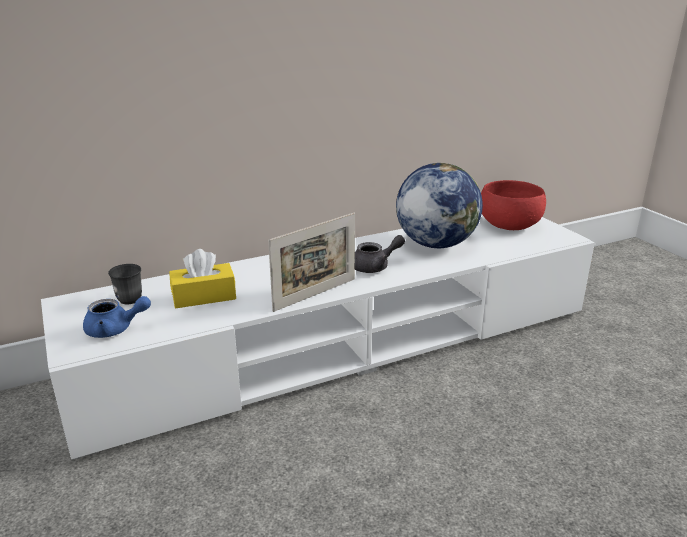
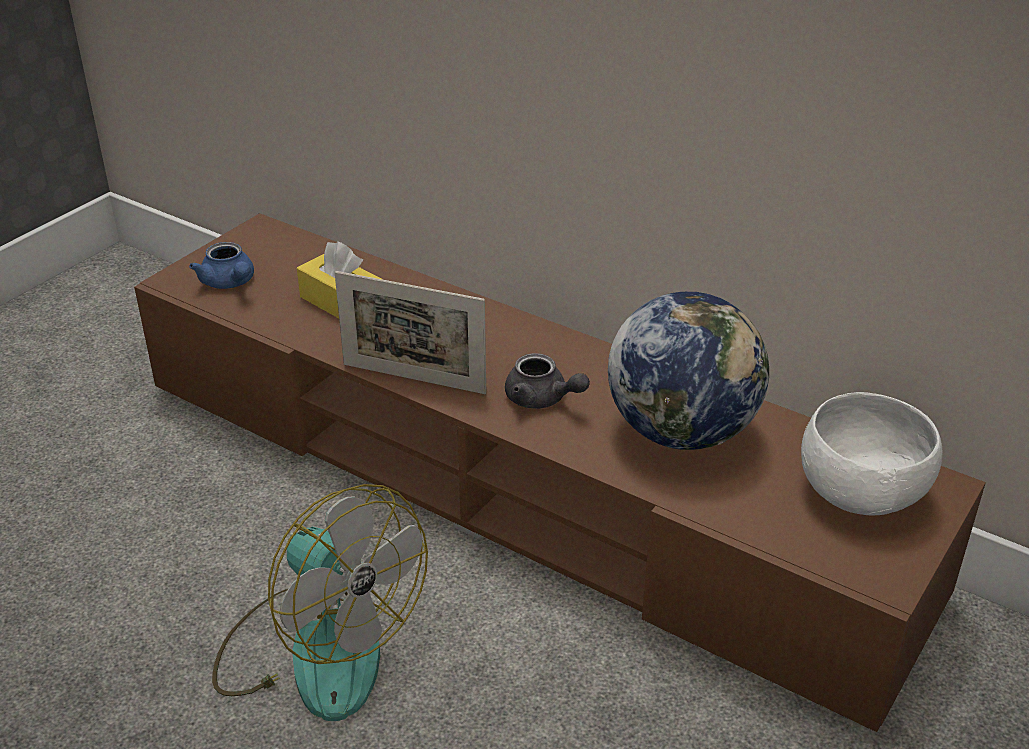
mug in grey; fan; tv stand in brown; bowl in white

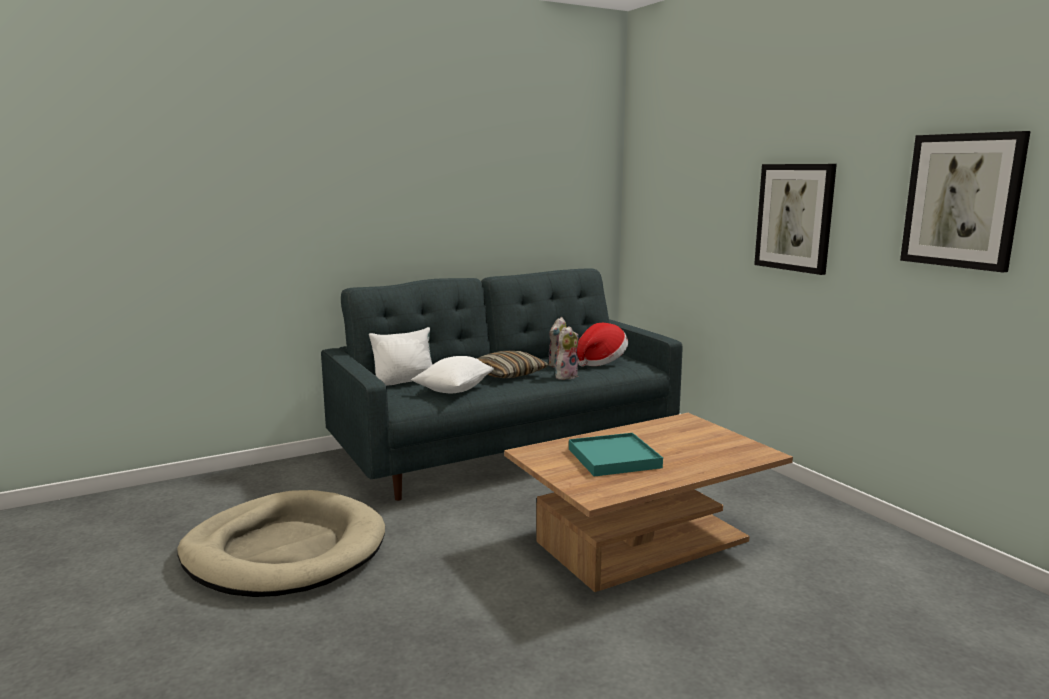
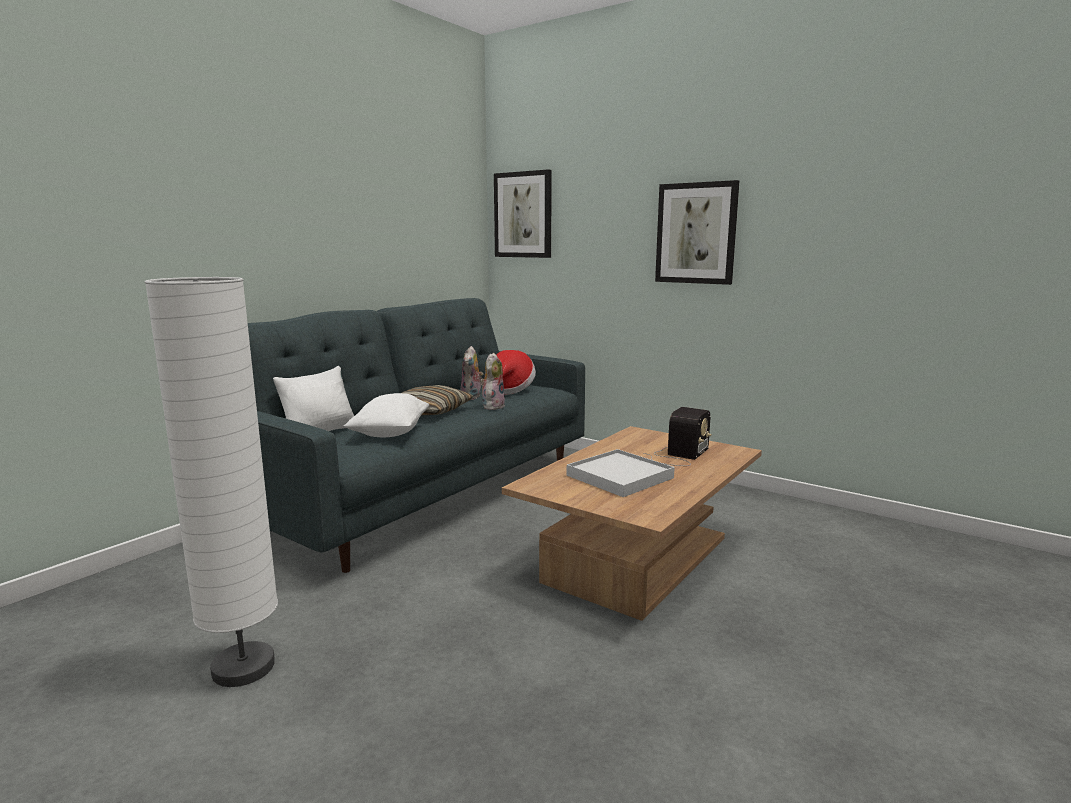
radio; picture (no. 1 from left); floor lamp in white; tray in white

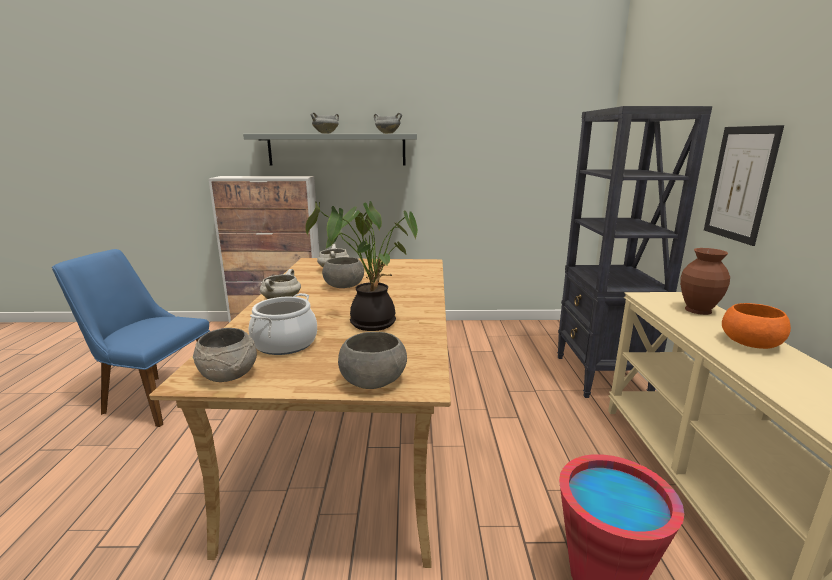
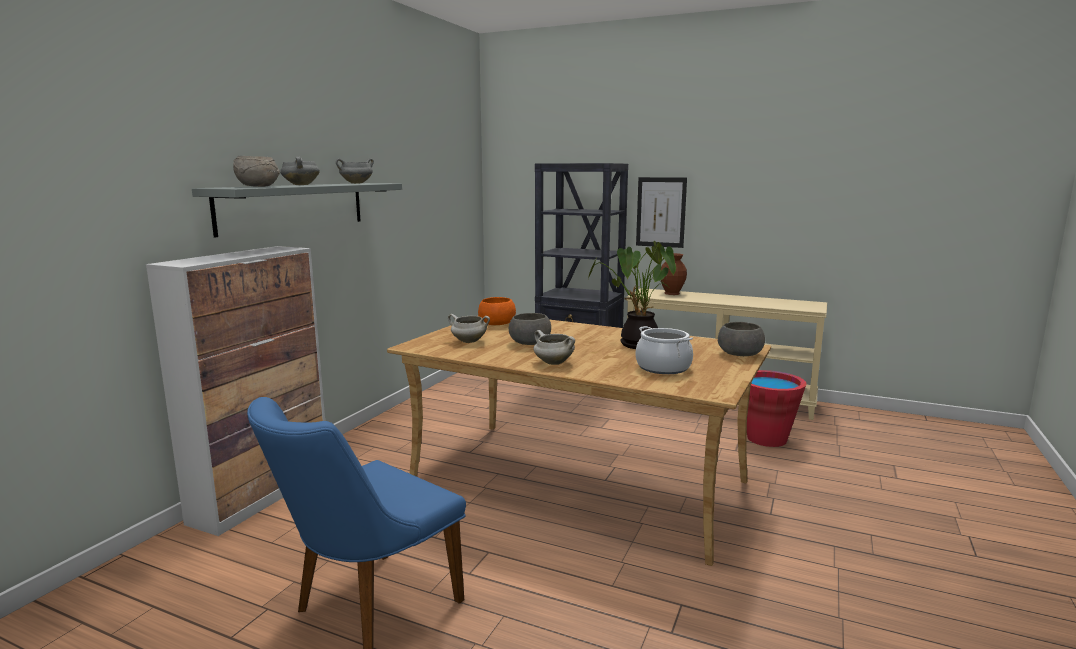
bowl in grey (no. 1 from left); bowl in orange

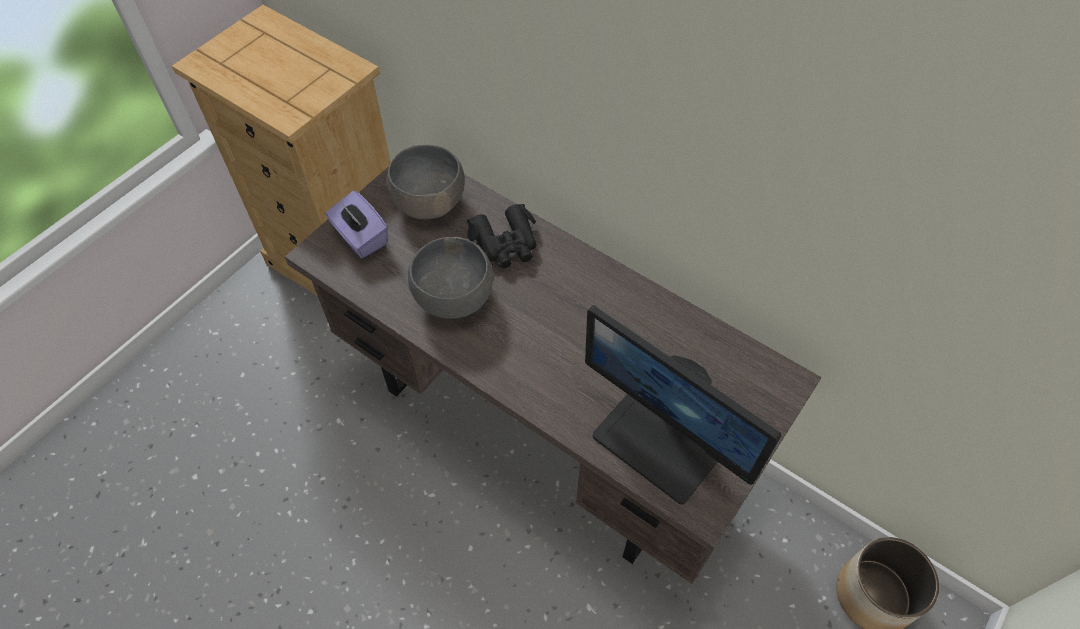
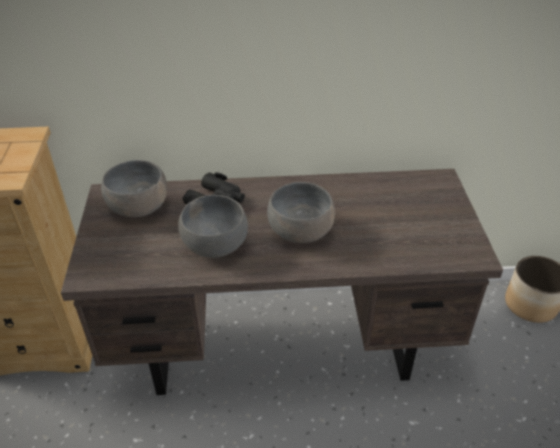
tissue box in purple; monitor; bowl in grey (no. 3 from left)

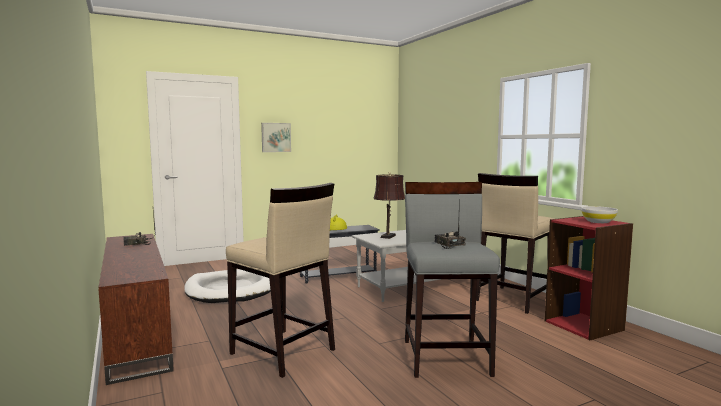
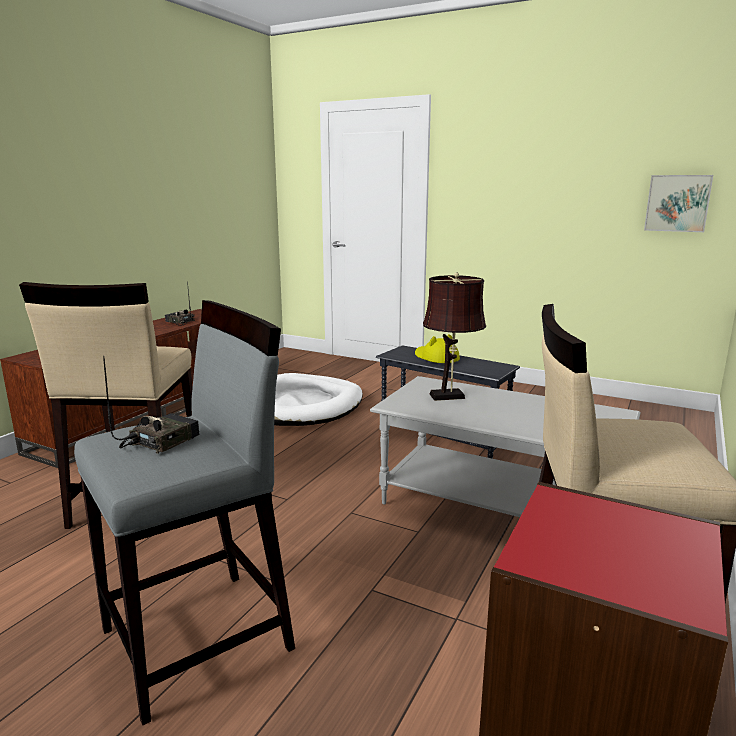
bowl in white; picture

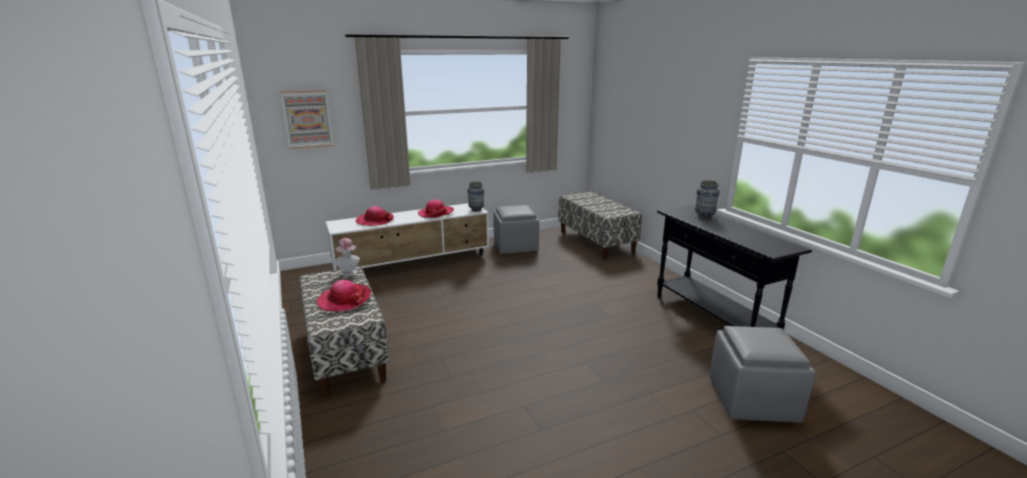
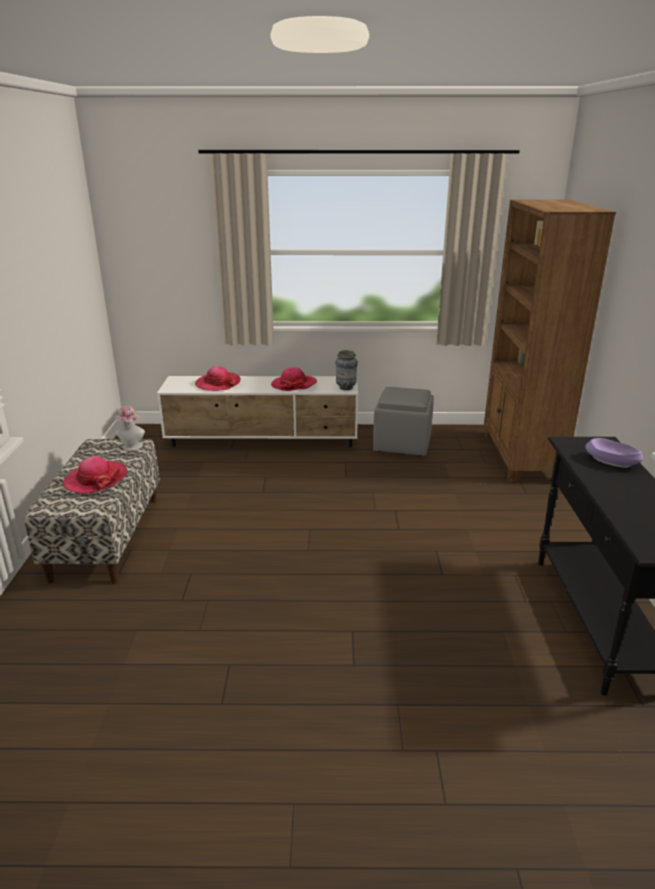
picture; ottoman in grey (no. 2 from left in the first image); bookcase in brown; bowl in purple

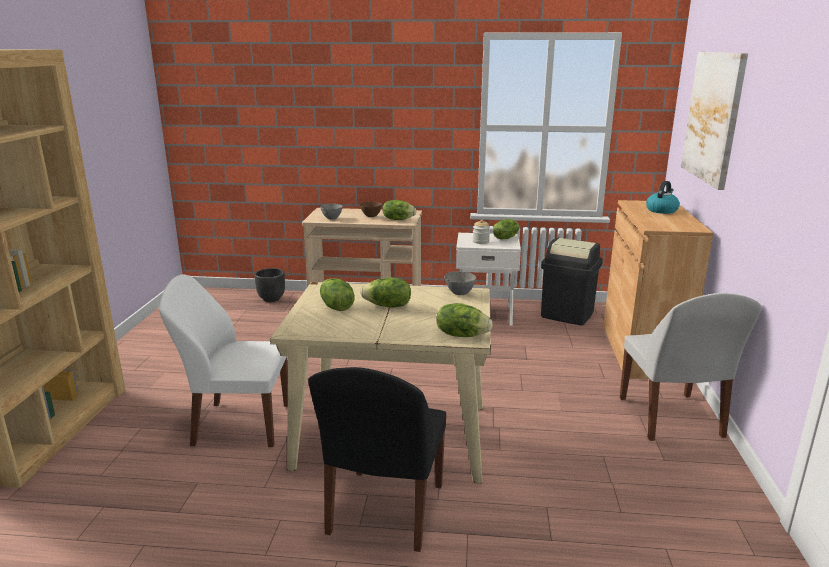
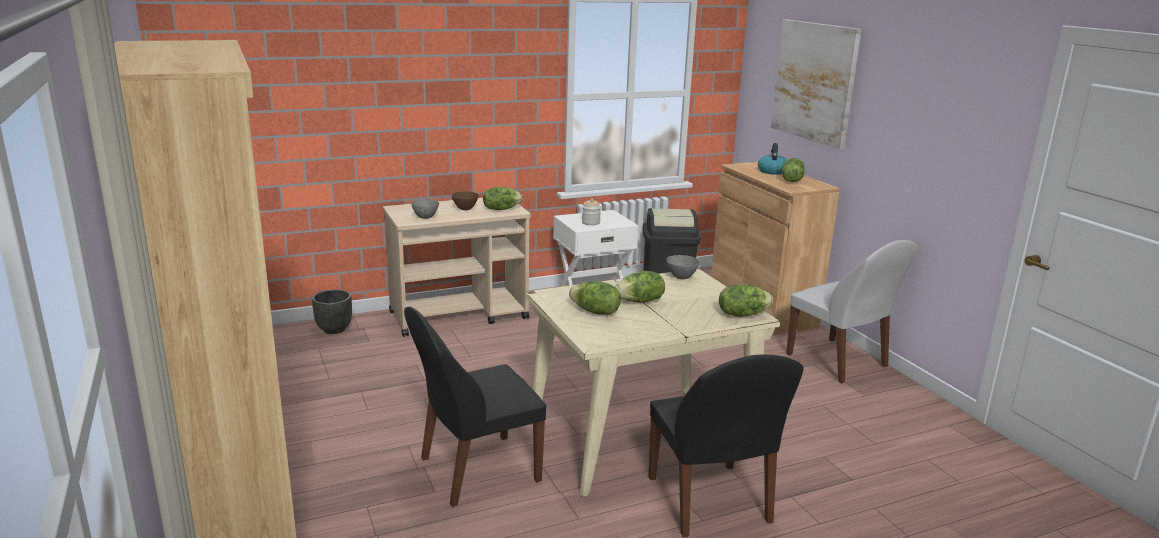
lettuce (no. 5 from left); chair in black (no. 1 from left)

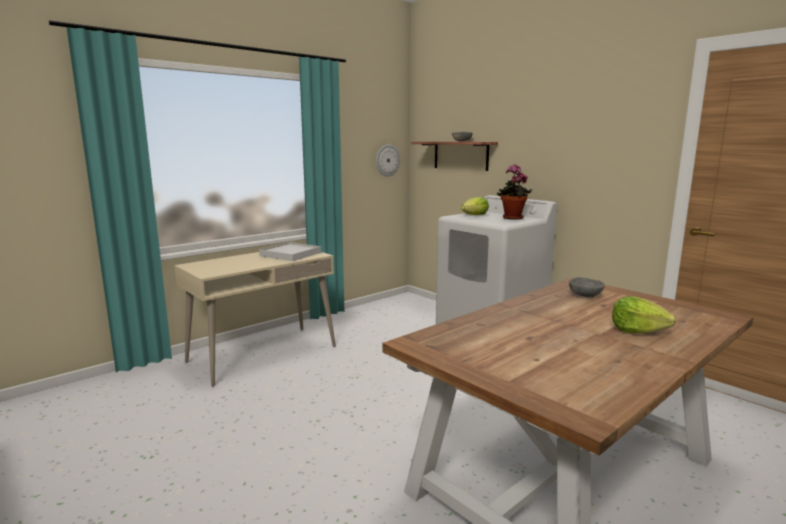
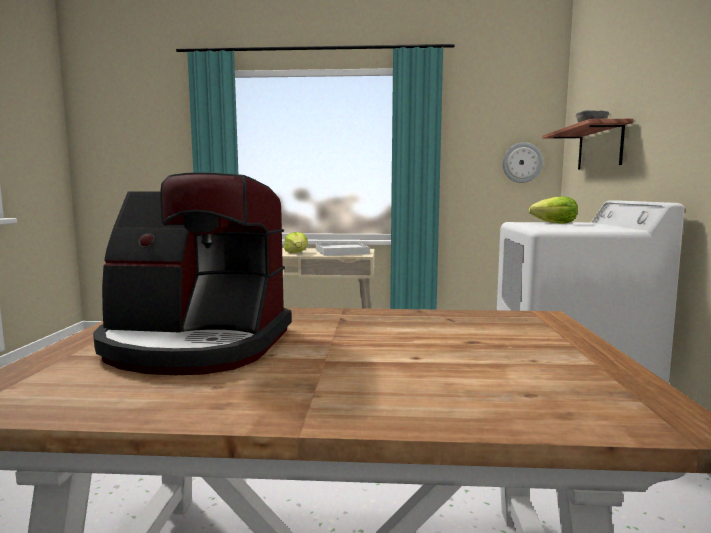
potted plant; bowl in grey (no. 2 from left in the first image); coffee machine; lettuce (no. 1 from left)

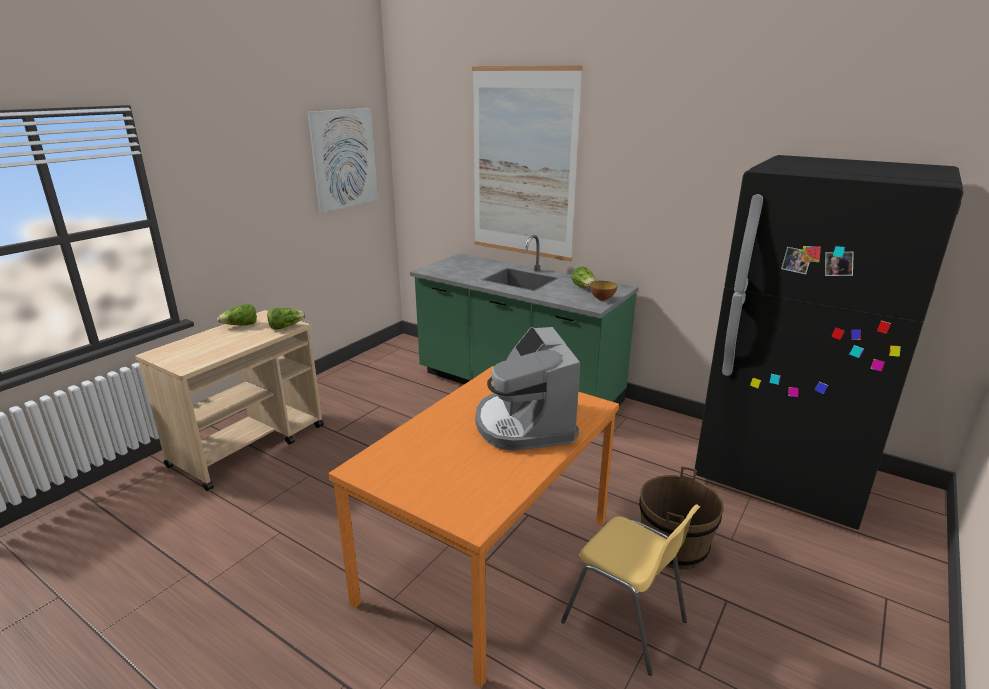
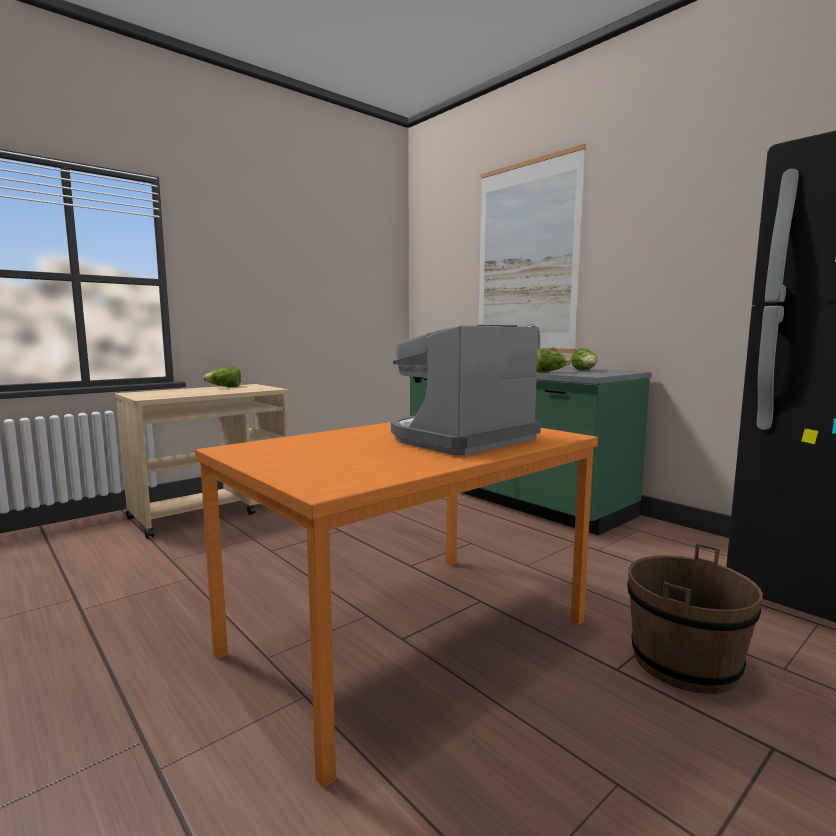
picture (no. 1 from left in the first image); chair in yellow; bowl; lettuce (no. 2 from left); coffee machine

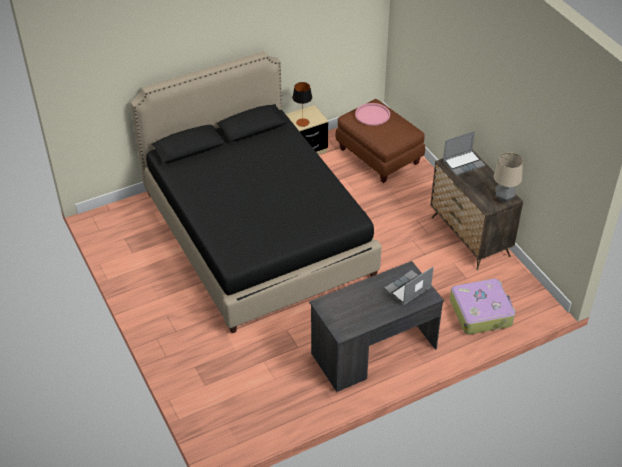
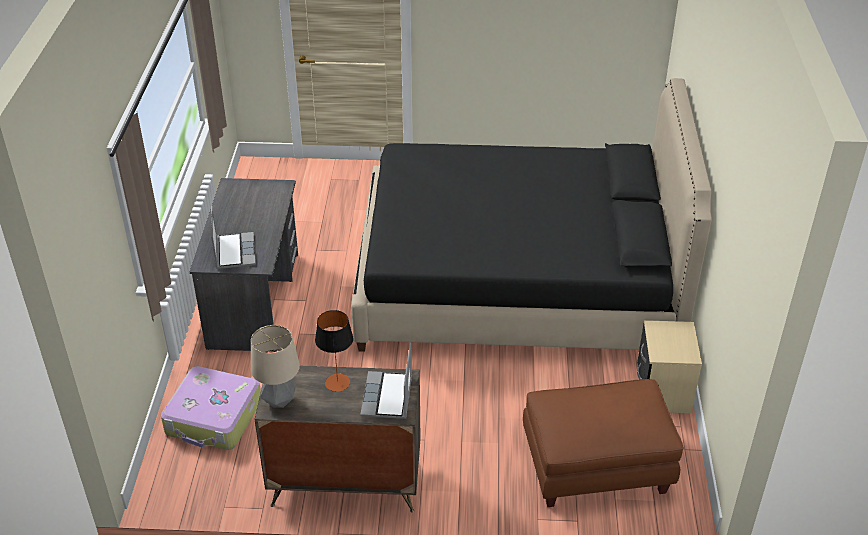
tray in pink; table lamp (no. 2 from left)

